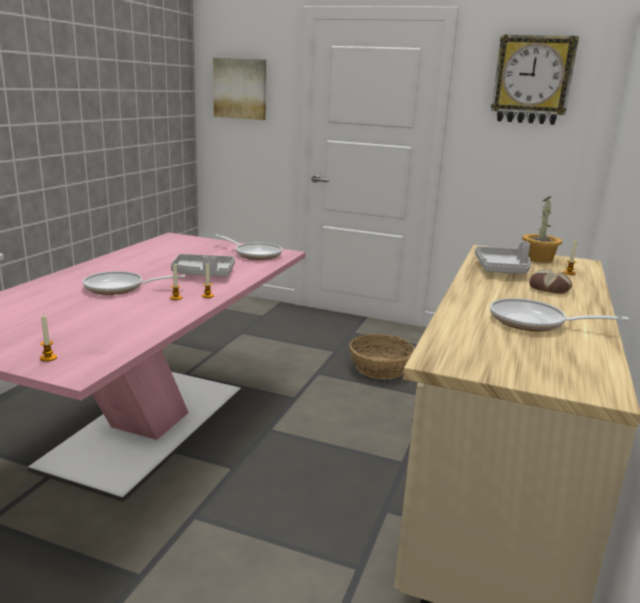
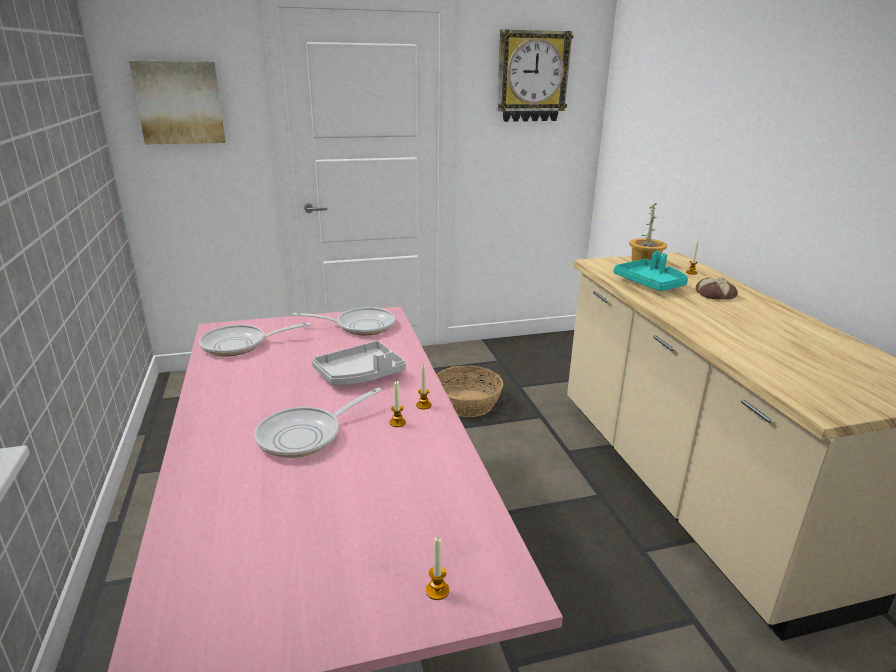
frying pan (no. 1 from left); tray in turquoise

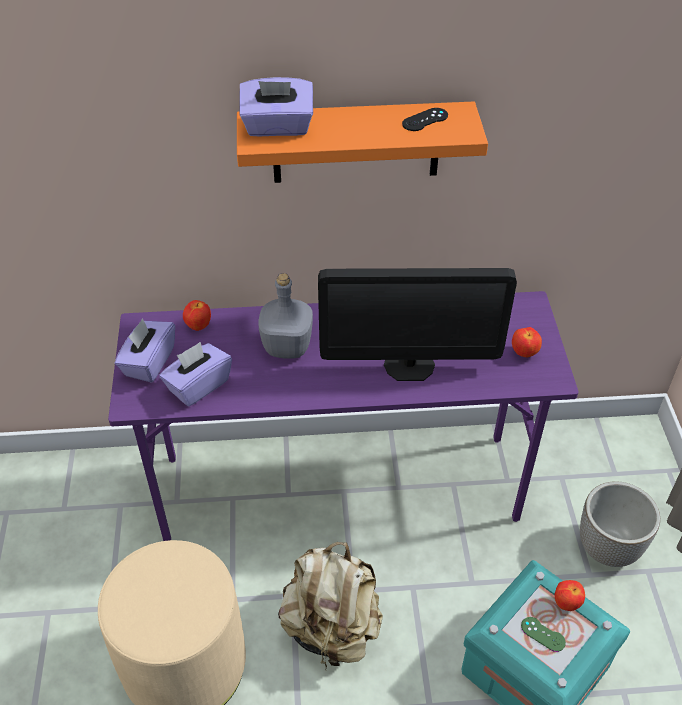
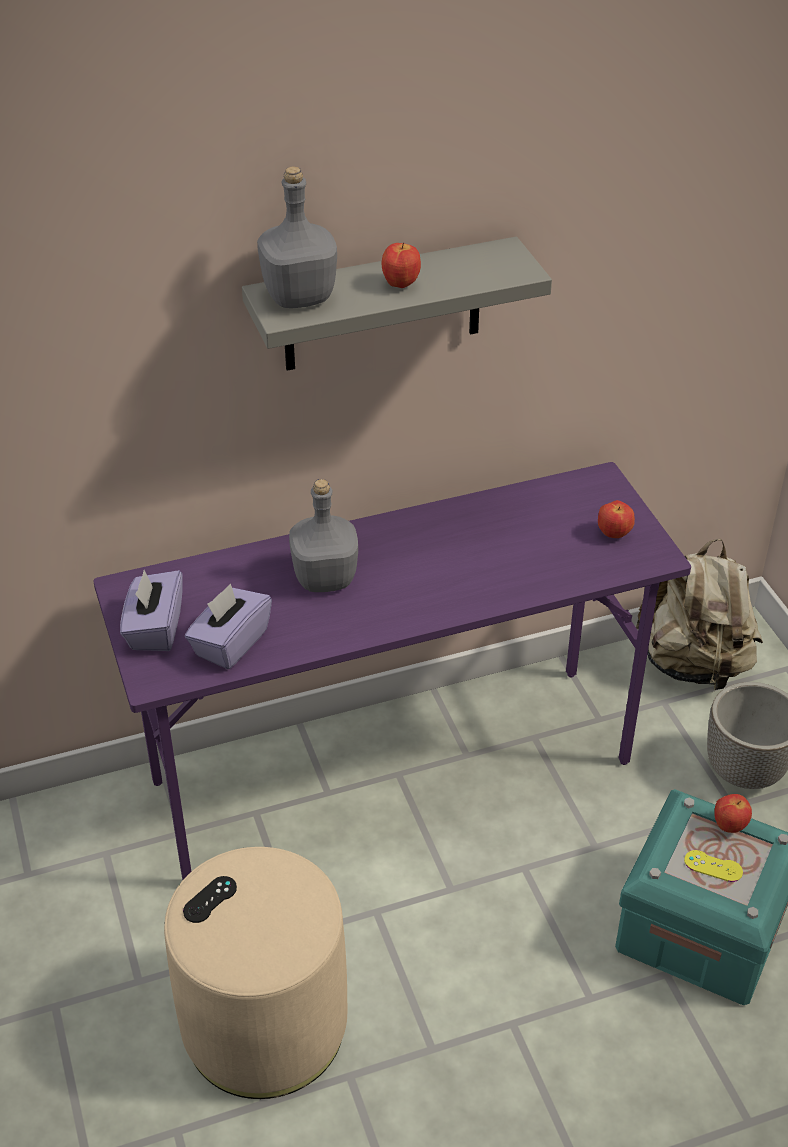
monitor; apple (no. 1 from left); backpack in beige; game controller in black; bottle in grey (no. 1 from left); shelf in grey; game controller in yellow

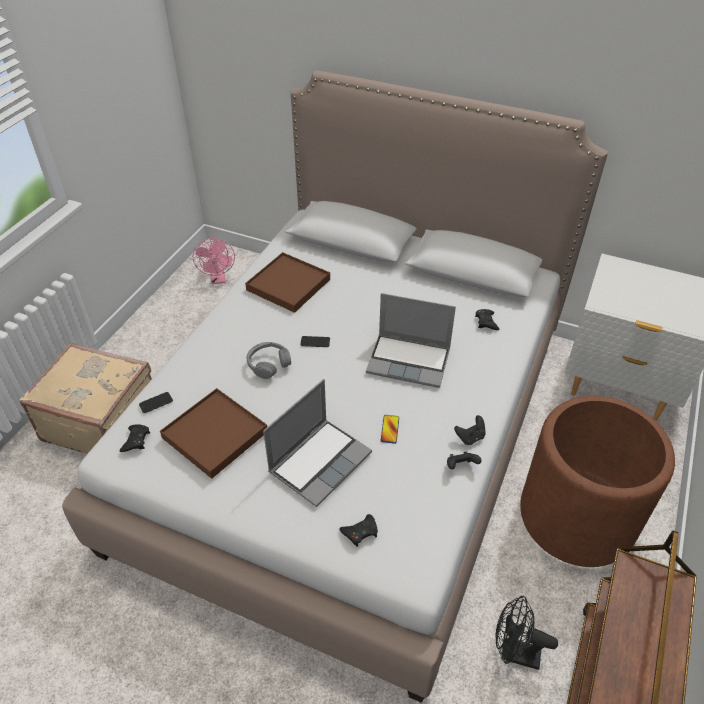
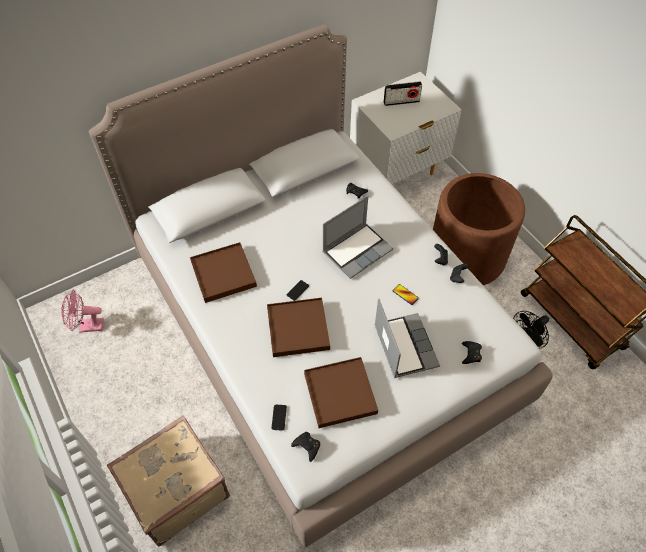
radio; tray in brown (no. 2 from left); fan in pink

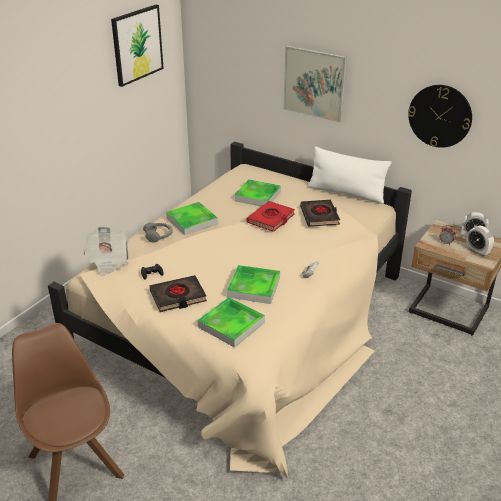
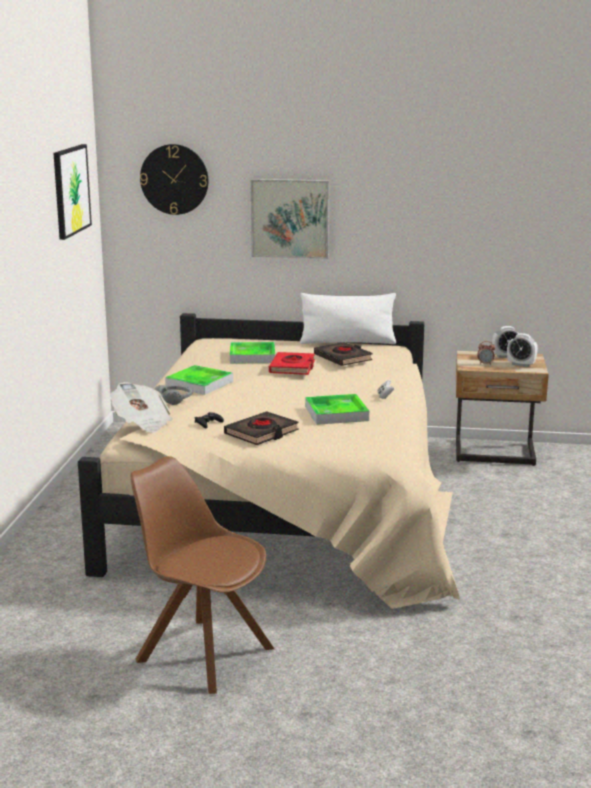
tray (no. 2 from left in the first image); wall clock

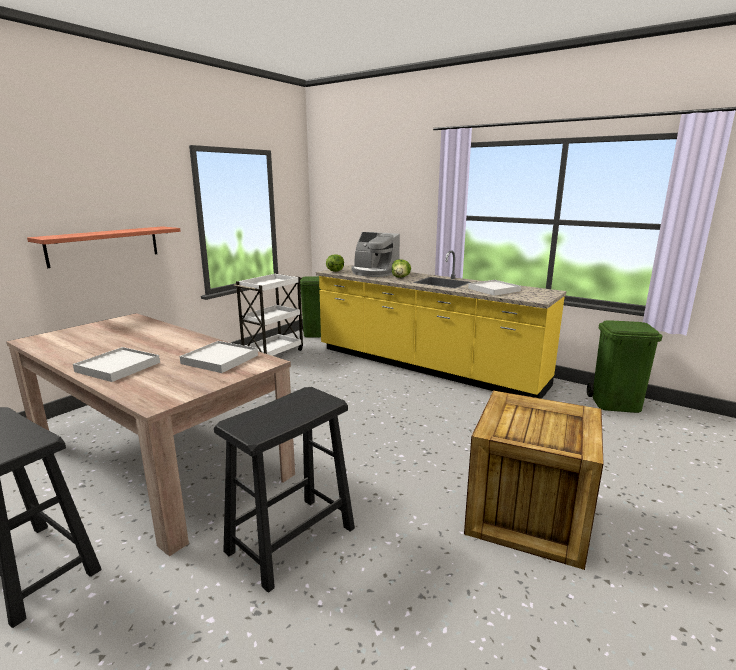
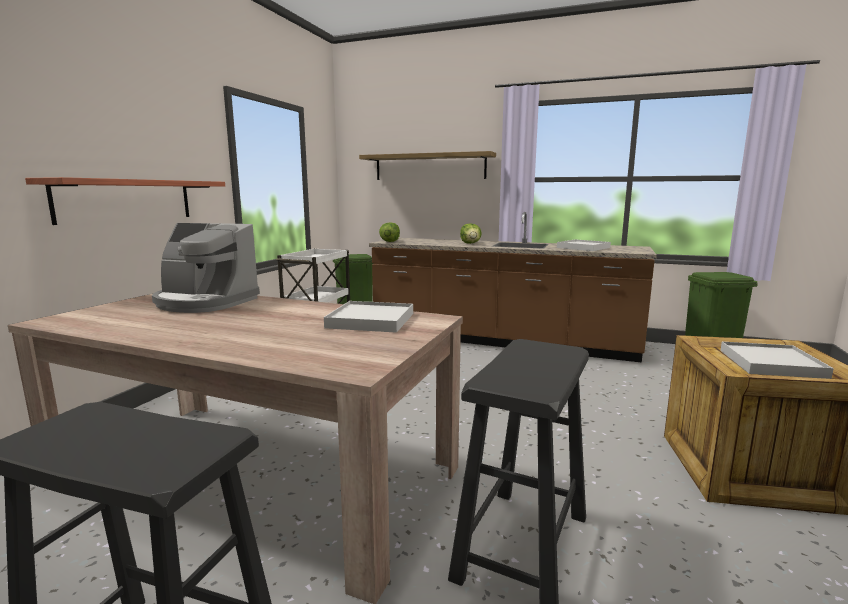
shelf (no. 2 from left); tray in white (no. 3 from left); coffee machine; counter in brown

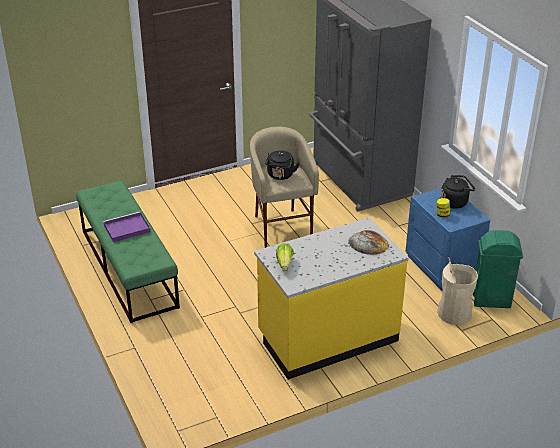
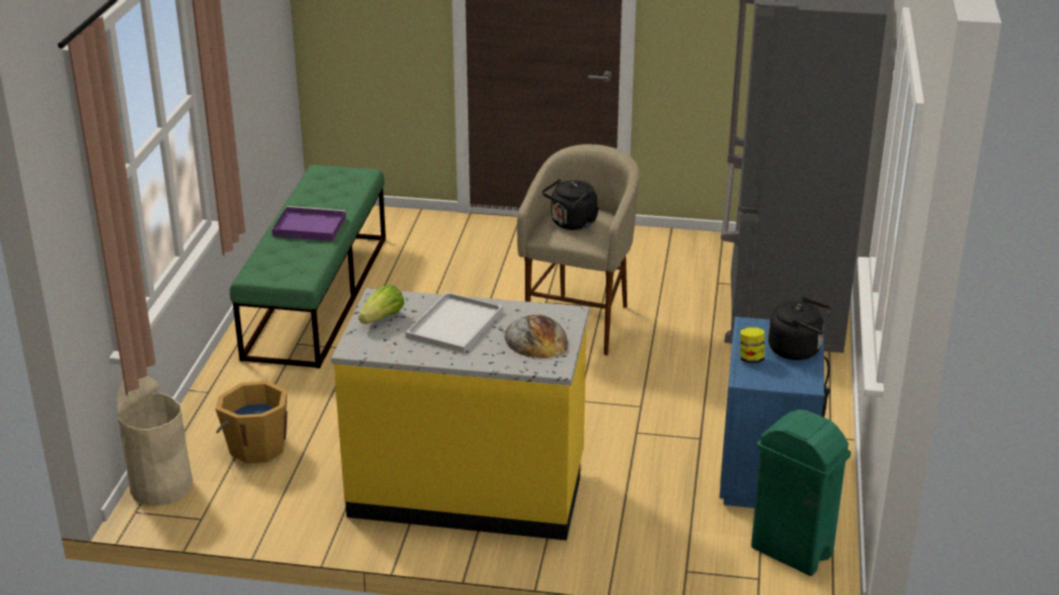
bucket in orange; tray in white; trash can in beige

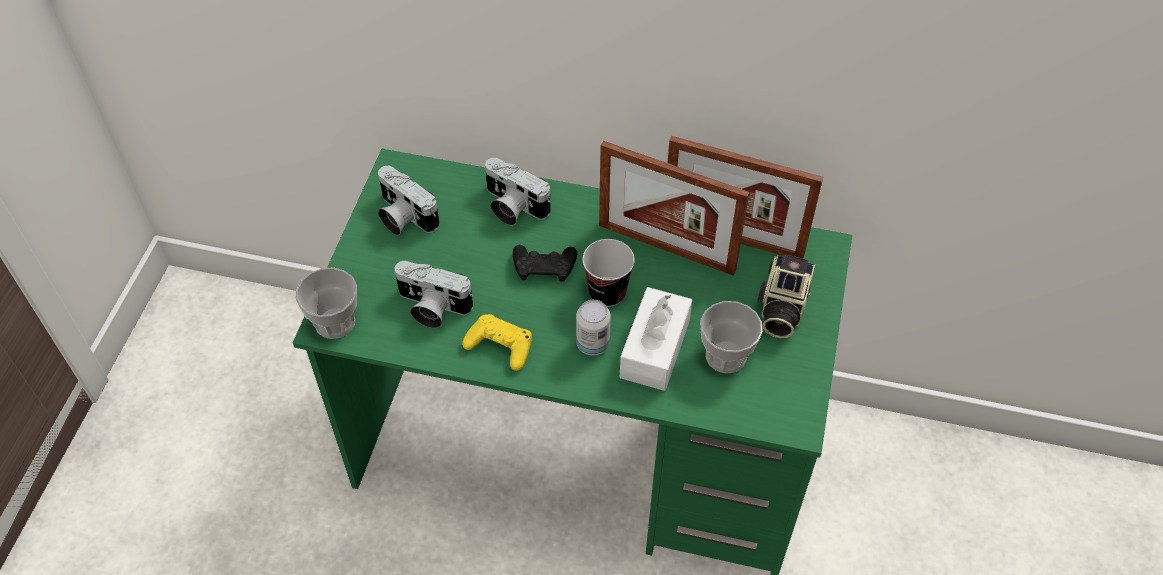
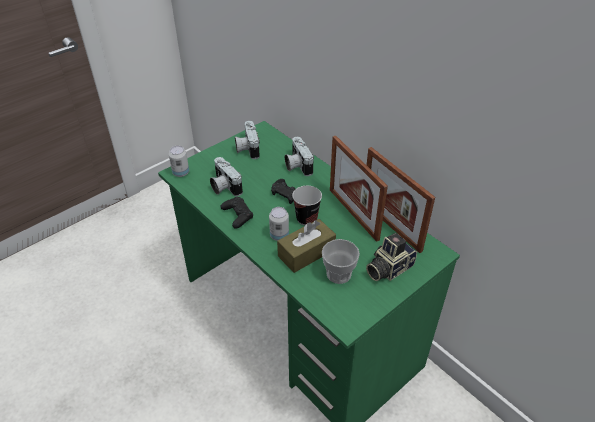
can (no. 1 from left); game controller in black (no. 1 from left); tissue box in brown

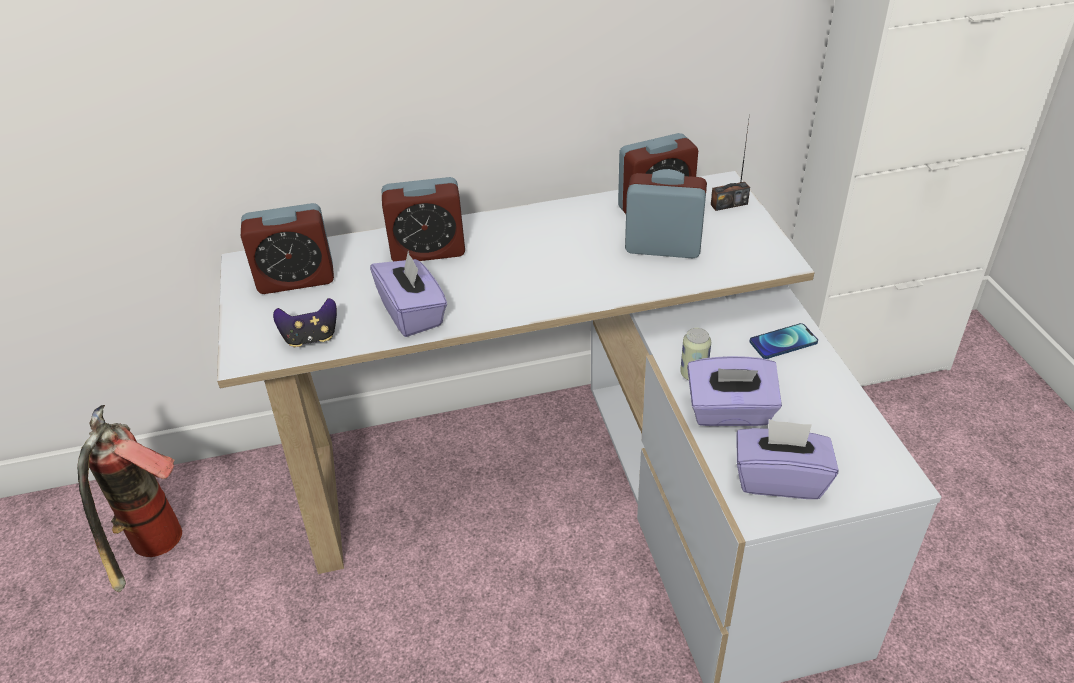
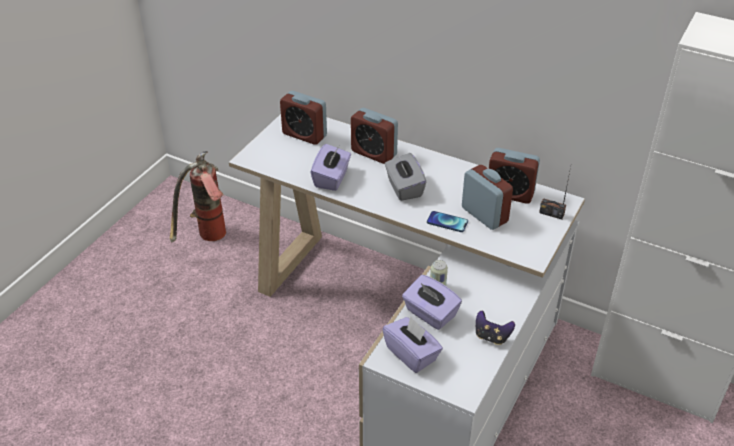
tissue box in grey; game controller; phone

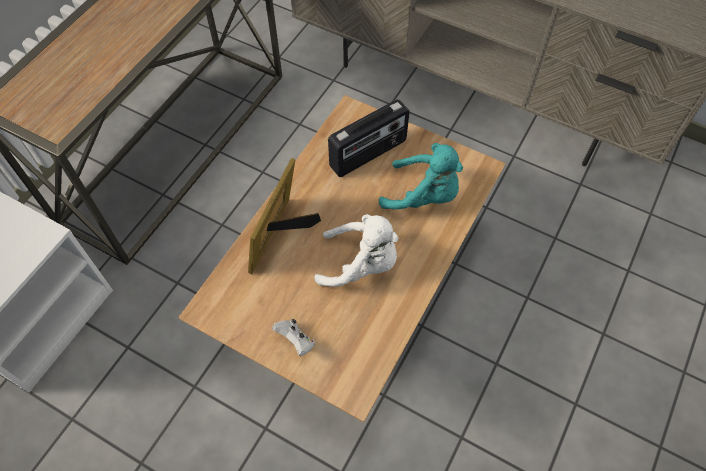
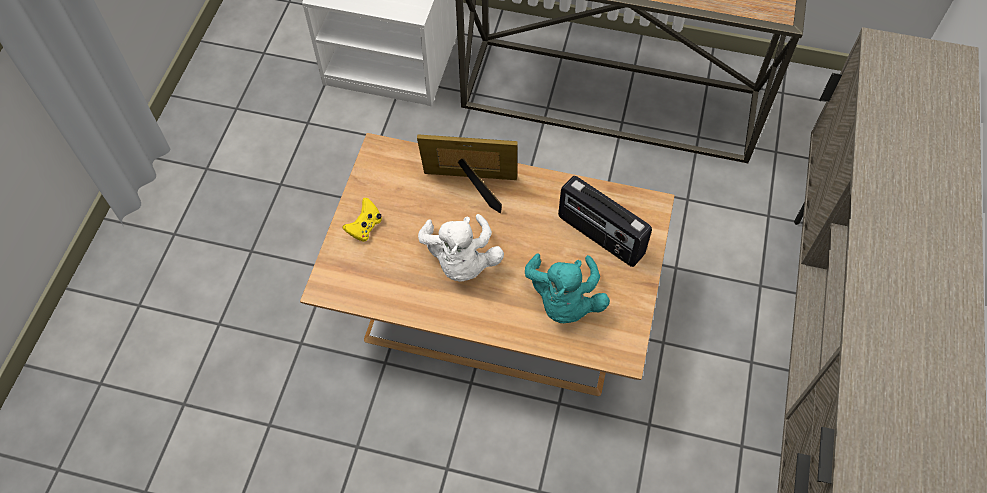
game controller in yellow

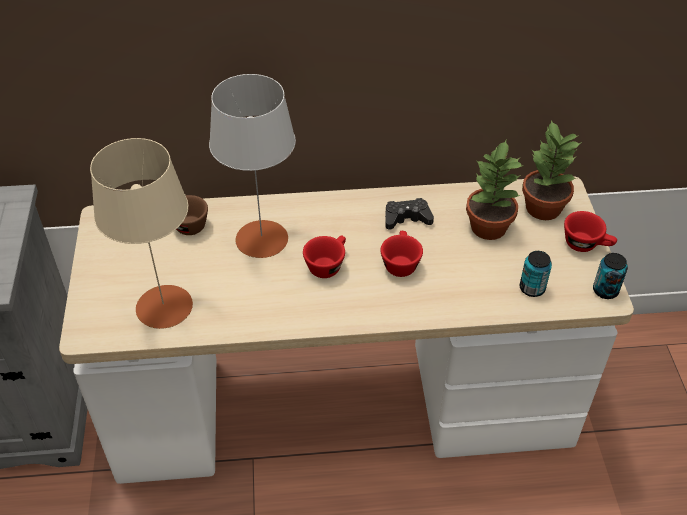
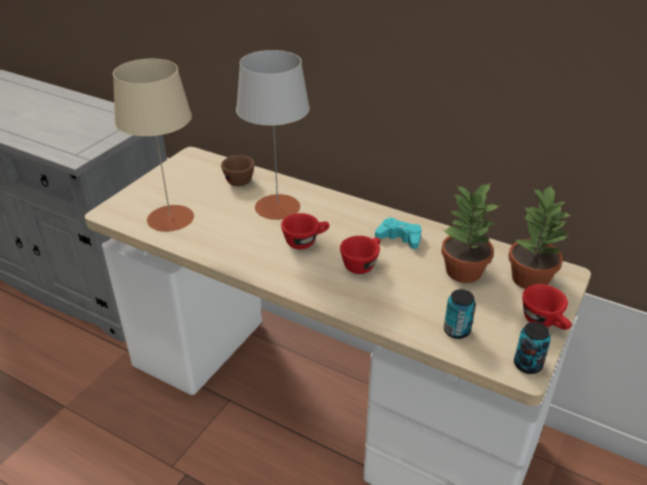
game controller in turquoise

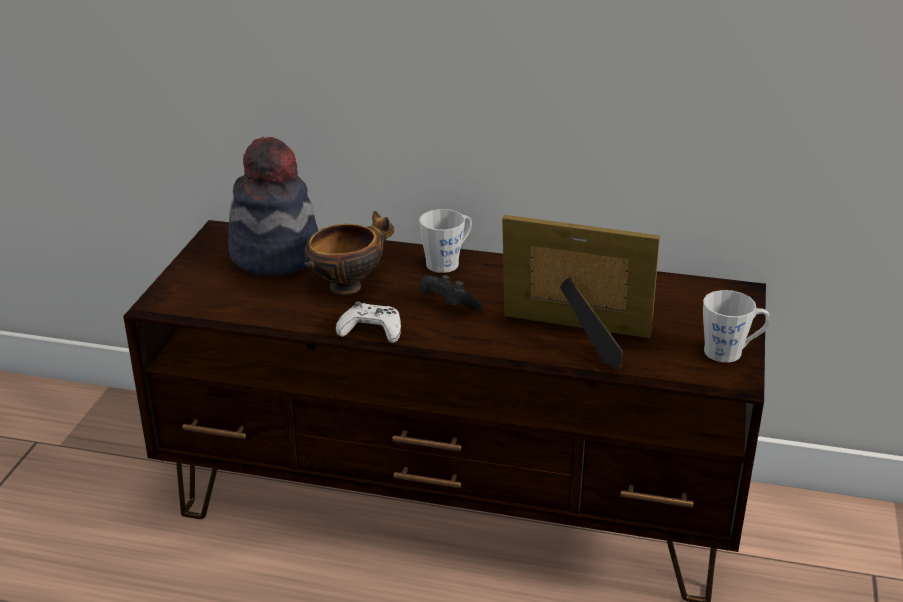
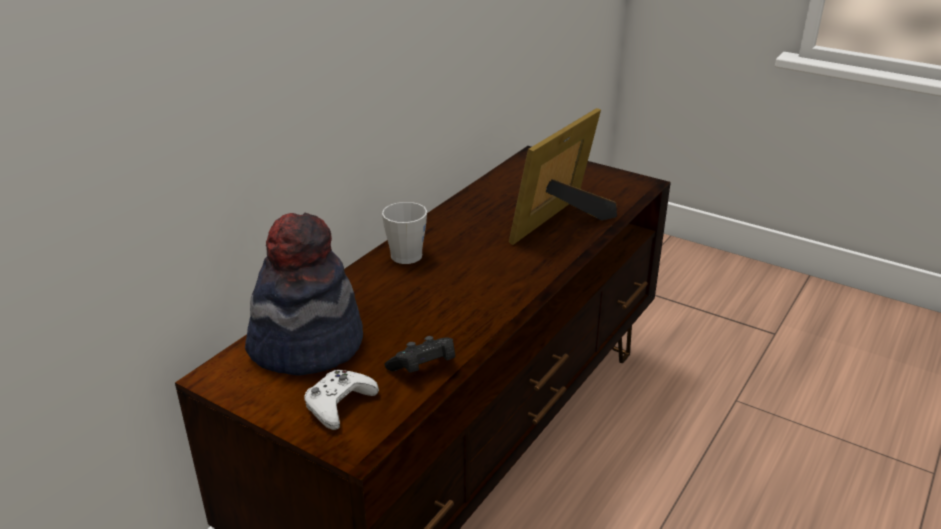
bowl; mug in grey (no. 2 from left in the first image); game controller in white; game controller in black

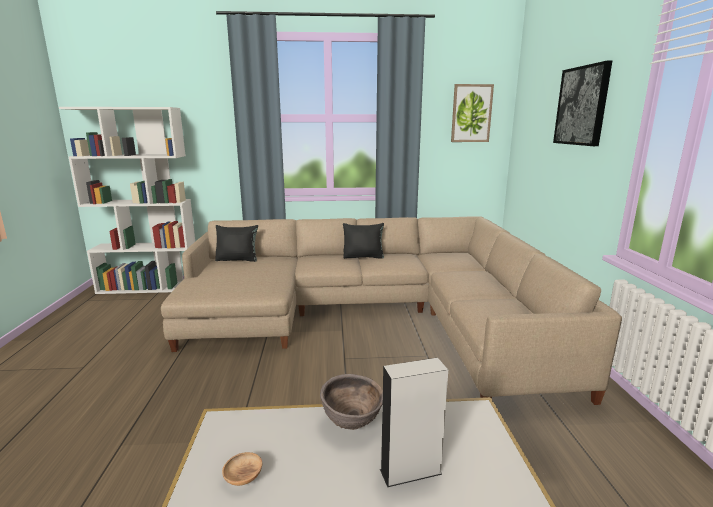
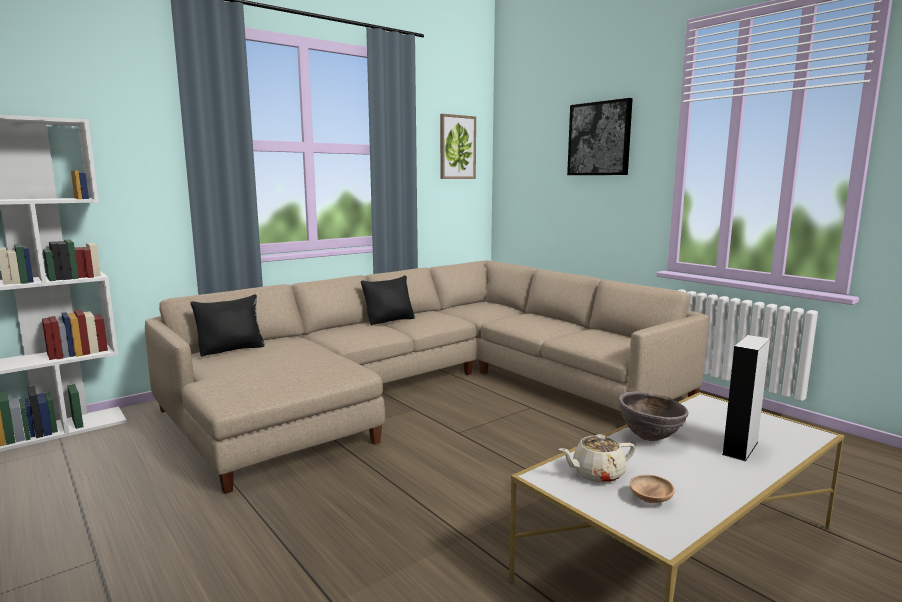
teapot in beige

